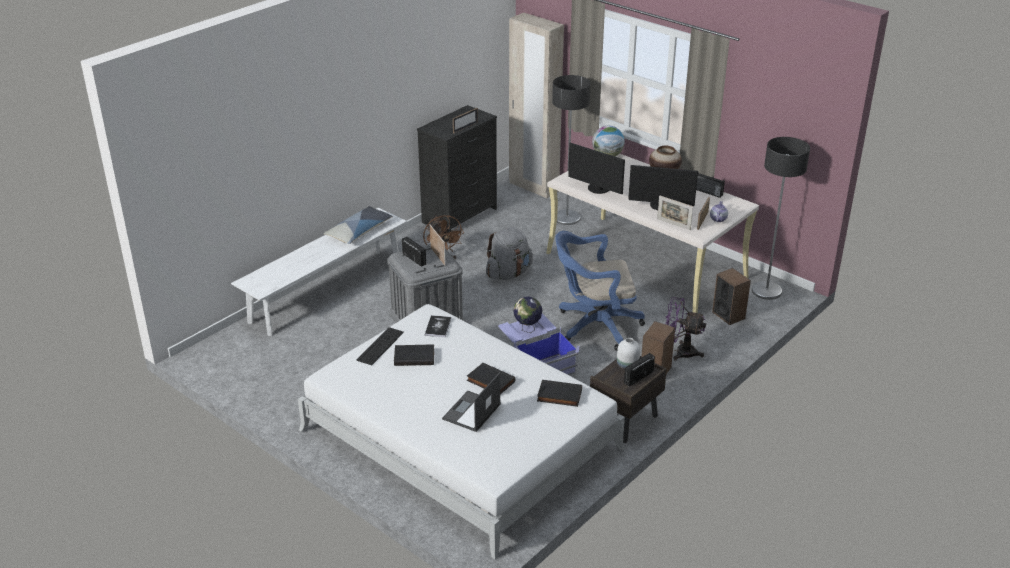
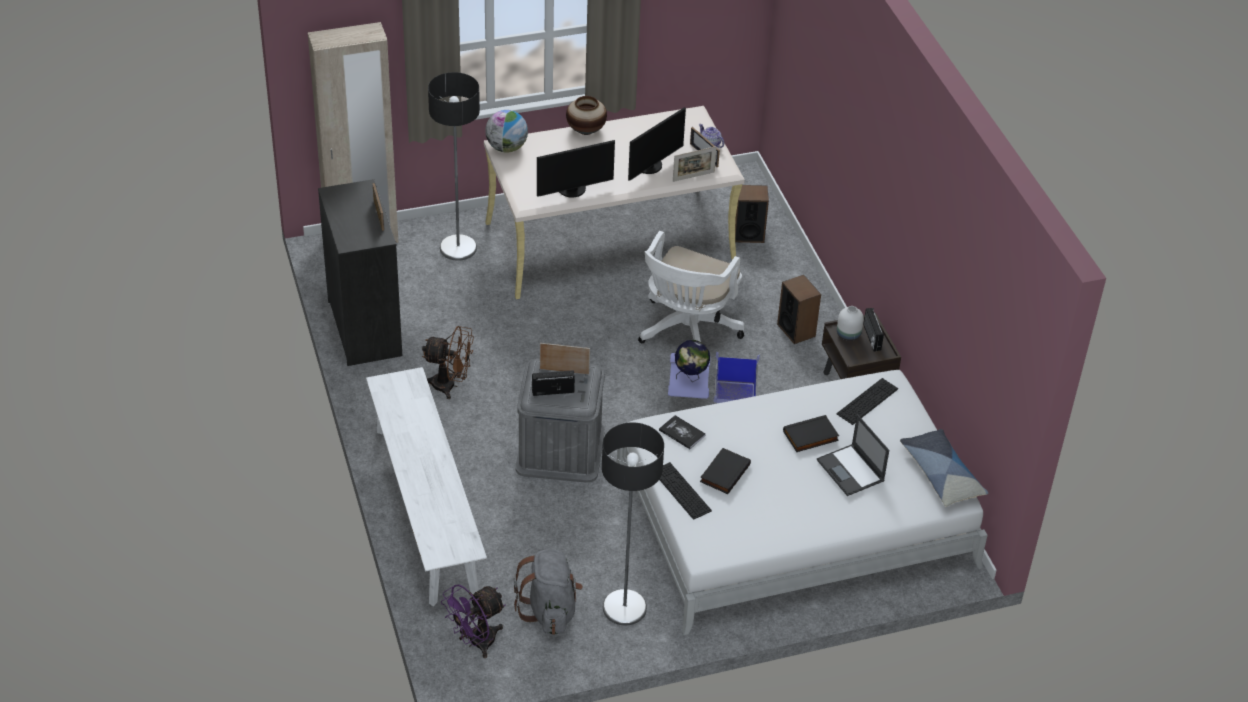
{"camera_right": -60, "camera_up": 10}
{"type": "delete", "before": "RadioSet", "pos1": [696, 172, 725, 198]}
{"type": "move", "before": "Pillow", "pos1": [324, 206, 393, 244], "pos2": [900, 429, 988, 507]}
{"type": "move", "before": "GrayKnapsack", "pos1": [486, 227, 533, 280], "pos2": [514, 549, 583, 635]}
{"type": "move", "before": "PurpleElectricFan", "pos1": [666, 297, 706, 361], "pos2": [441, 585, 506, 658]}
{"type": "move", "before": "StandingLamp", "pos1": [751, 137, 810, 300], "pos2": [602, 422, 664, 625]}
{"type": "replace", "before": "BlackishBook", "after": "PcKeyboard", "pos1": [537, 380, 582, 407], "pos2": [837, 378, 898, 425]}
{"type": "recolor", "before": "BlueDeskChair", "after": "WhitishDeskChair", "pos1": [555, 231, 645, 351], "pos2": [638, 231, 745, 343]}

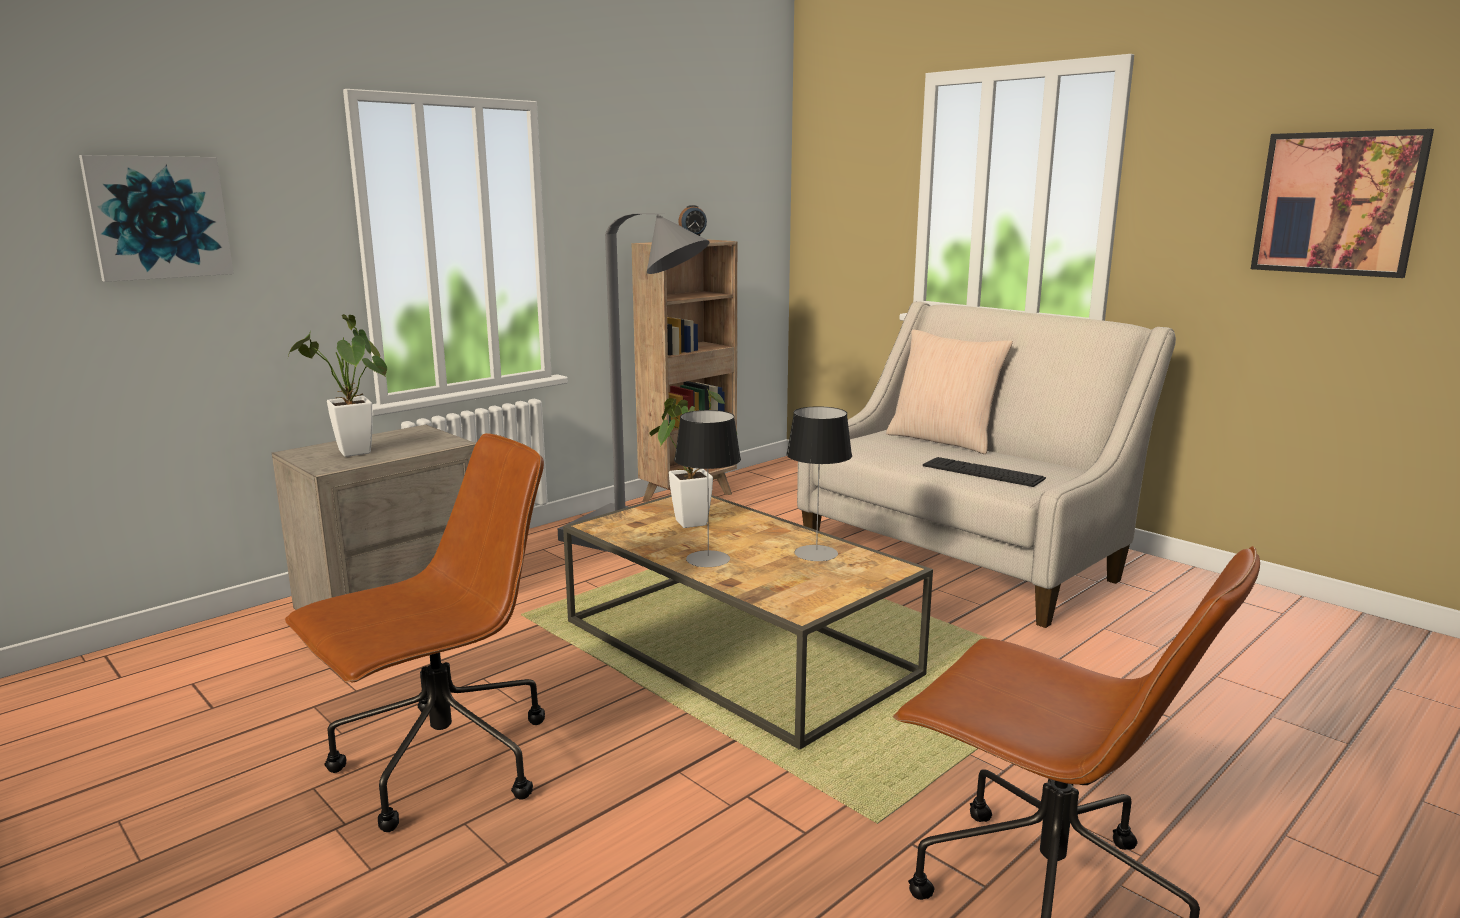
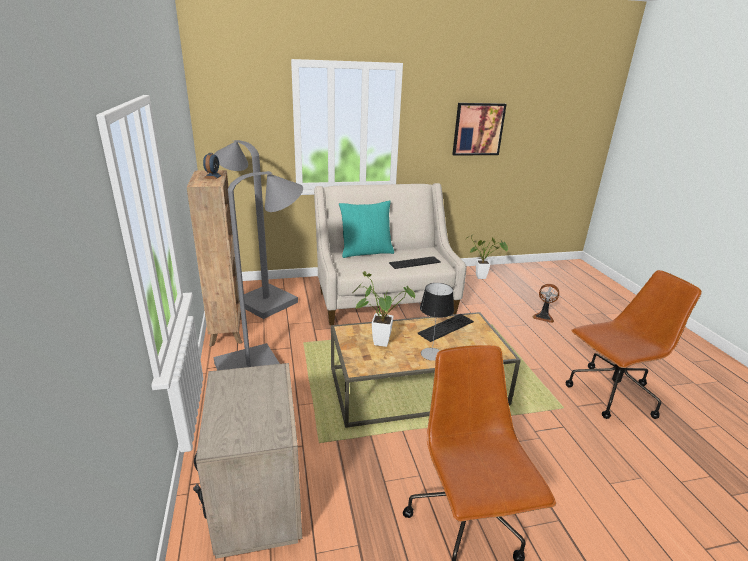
{"camera_right": -60, "camera_up": 10}
{"type": "delete", "before": "WallArt", "pos1": [79, 155, 234, 282]}
{"type": "insert", "after": "GrayStandingLamp", "pos2": [214, 140, 298, 319]}
{"type": "insert", "after": "ElectricFan", "pos2": [532, 284, 559, 323]}
{"type": "move", "before": "PottedPlant", "pos1": [288, 314, 387, 457], "pos2": [466, 235, 508, 279]}
{"type": "replace", "before": "TableLamp", "after": "PcKeyboard", "pos1": [786, 406, 852, 561], "pos2": [418, 314, 474, 342]}
{"type": "recolor", "before": "BeigeColouredPillow", "after": "TurquoisePillow", "pos1": [886, 329, 1013, 454], "pos2": [339, 201, 394, 258]}

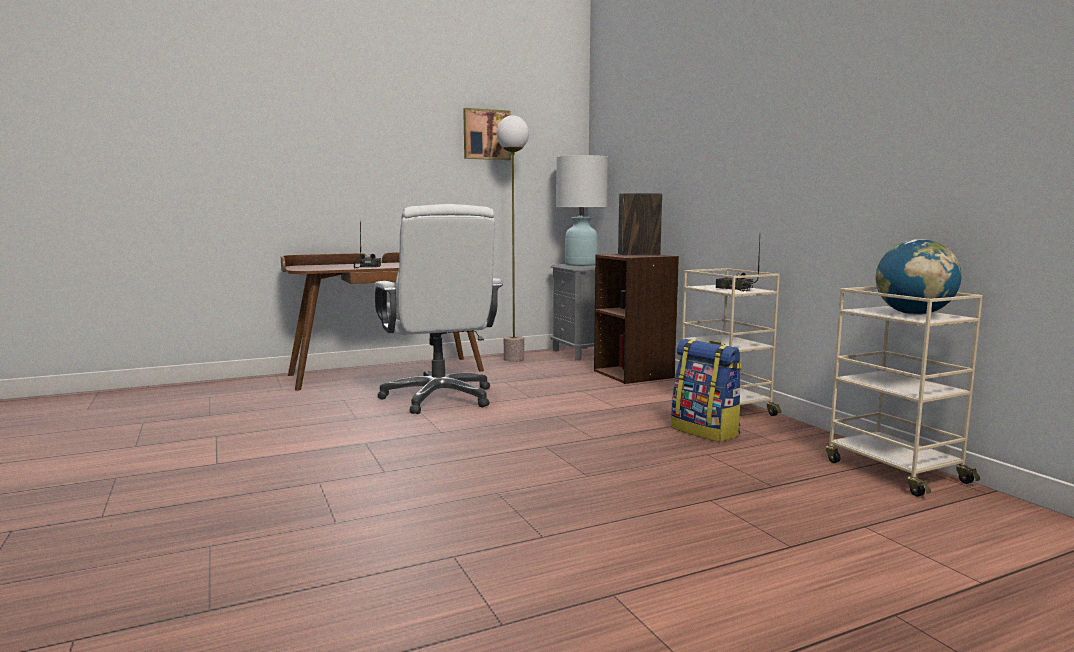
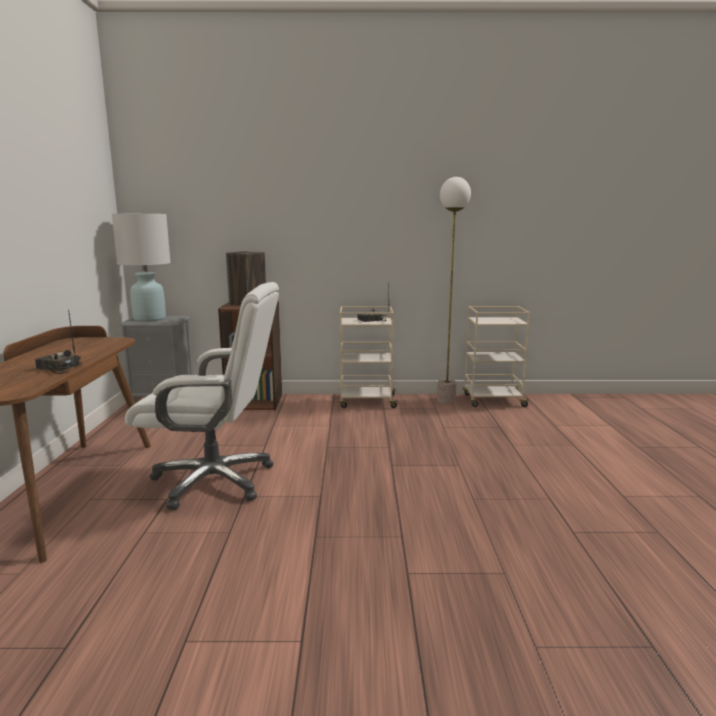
{"camera_right": -65, "camera_up": 5}
{"type": "delete", "before": "WallArt", "pos1": [463, 108, 511, 160]}
{"type": "delete", "before": "Knapsack", "pos1": [671, 339, 742, 442]}
{"type": "delete", "before": "WorldGlobe", "pos1": [876, 239, 962, 315]}
{"type": "move", "before": "StandingLamp", "pos1": [496, 115, 529, 362], "pos2": [437, 177, 471, 404]}

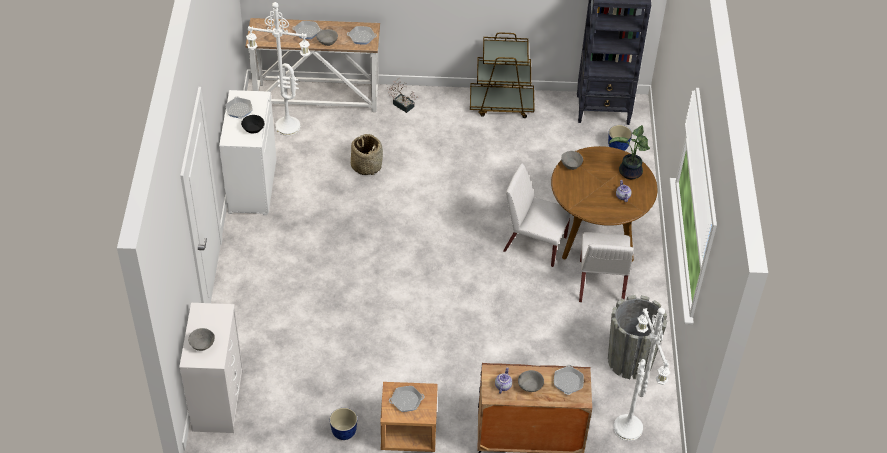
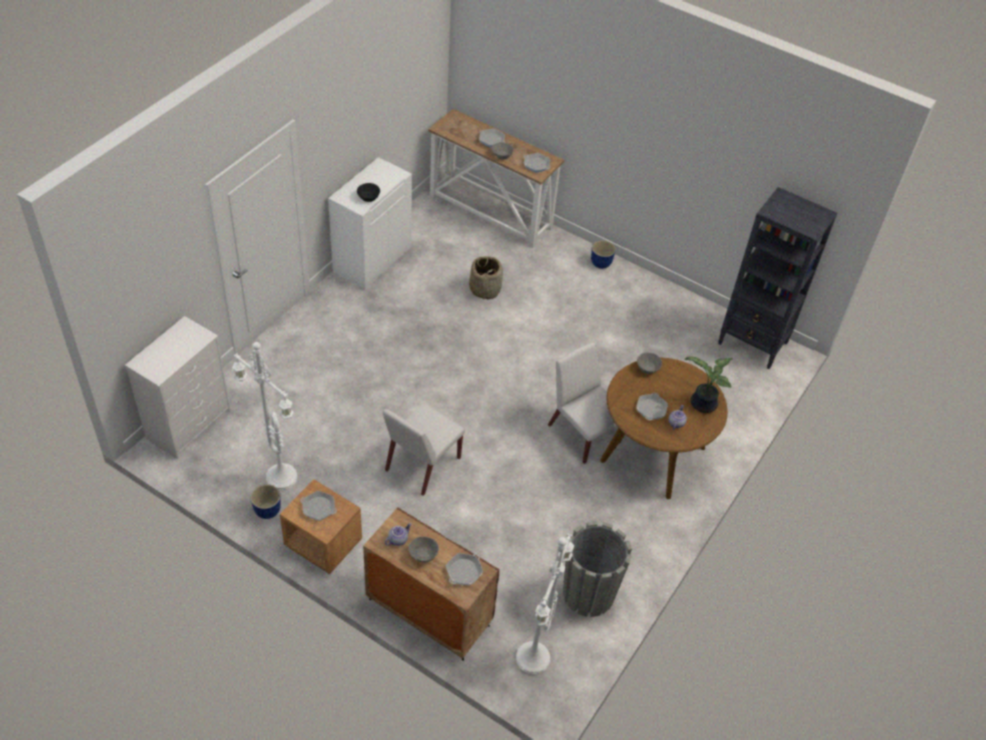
{"camera_right": 30, "camera_up": 0}
{"type": "delete", "before": "GrayDeepDish", "pos1": [188, 328, 215, 351]}
{"type": "delete", "before": "PottedPlant", "pos1": [387, 78, 418, 113]}
{"type": "delete", "before": "BrownColouredTrolley", "pos1": [470, 32, 534, 118]}
{"type": "move", "before": "FryingPan", "pos1": [226, 97, 253, 119], "pos2": [636, 393, 668, 420]}
{"type": "move", "before": "WhitishStandingLamp", "pos1": [246, 2, 310, 136], "pos2": [232, 342, 297, 490]}
{"type": "move", "before": "WhitishUprightChair", "pos1": [579, 232, 634, 302], "pos2": [383, 403, 465, 496]}
{"type": "move", "before": "PlantPot", "pos1": [608, 125, 632, 151], "pos2": [591, 240, 616, 269]}

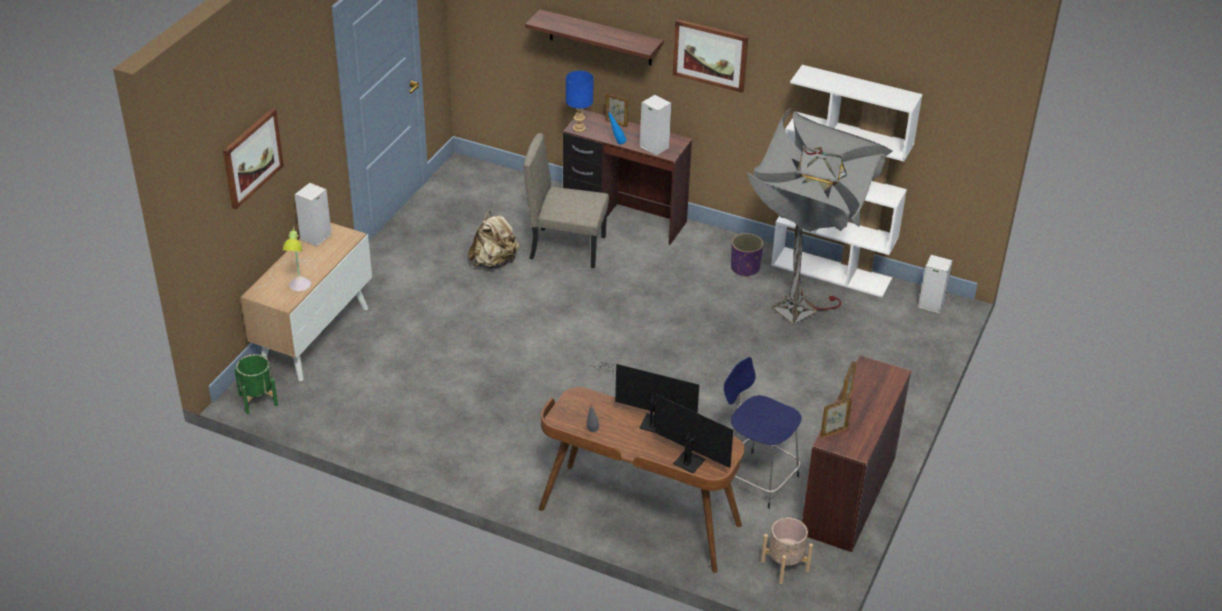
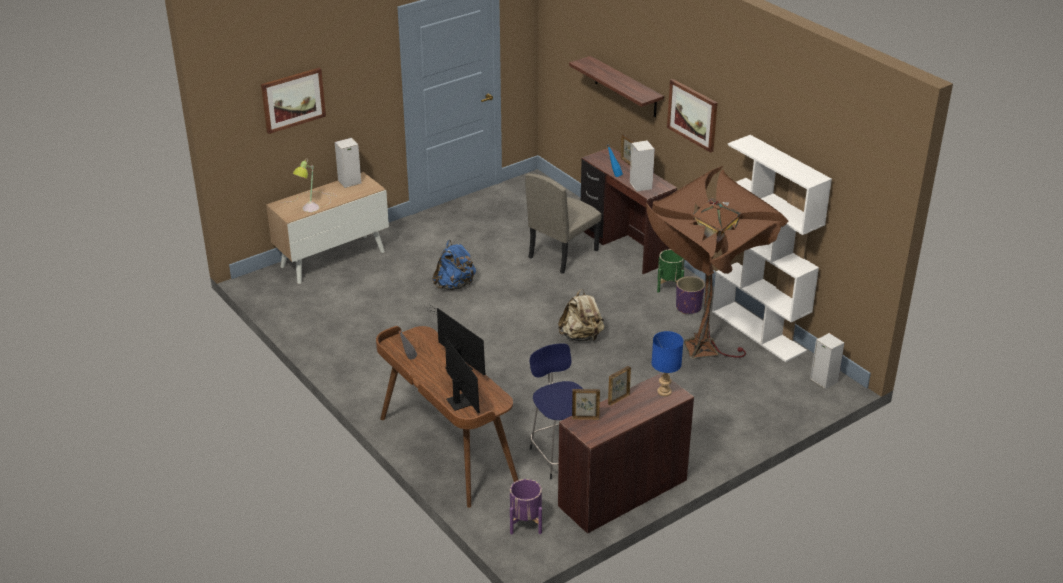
{"camera_right": 30, "camera_up": -5}
{"type": "insert", "after": "BlueKnapsack", "pos2": [432, 240, 476, 290]}
{"type": "move", "before": "GreenPlantPot", "pos1": [234, 354, 278, 414], "pos2": [657, 249, 685, 293]}
{"type": "move", "before": "BeigeColouredKnapsack", "pos1": [468, 211, 519, 269], "pos2": [558, 289, 604, 342]}
{"type": "move", "before": "BlueTableLamp", "pos1": [566, 71, 594, 132], "pos2": [652, 331, 683, 396]}
{"type": "recolor", "before": "GrayStandingLamp", "after": "BrownColouredStandingLamp", "pos1": [747, 107, 893, 324], "pos2": [646, 166, 788, 359]}
{"type": "recolor", "before": "BeigeColouredPlantPot", "after": "PurplePlantPot", "pos1": [761, 518, 813, 584], "pos2": [510, 479, 542, 534]}
{"type": "rotate", "before": "BeigeColouredUprightChair", "pos1": [523, 133, 609, 268], "pos2": [525, 173, 602, 274], "turn": -90}

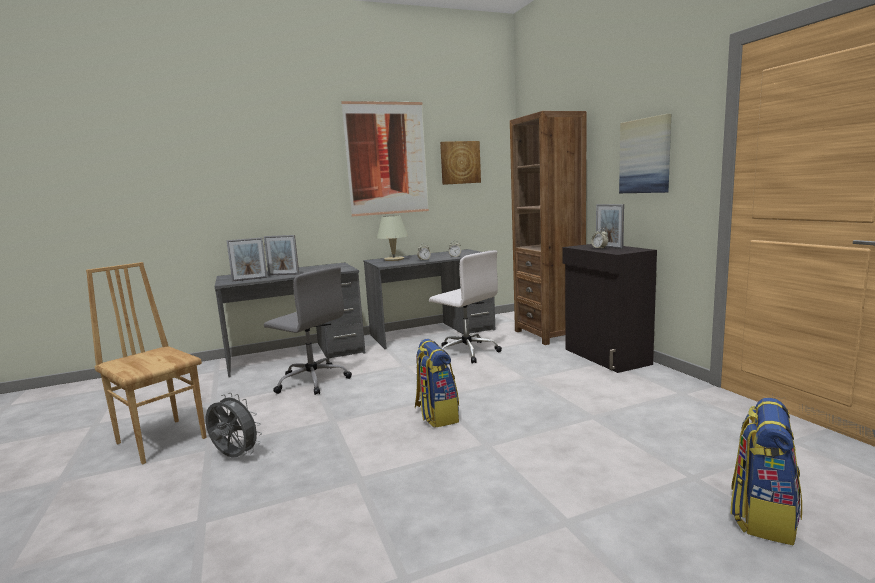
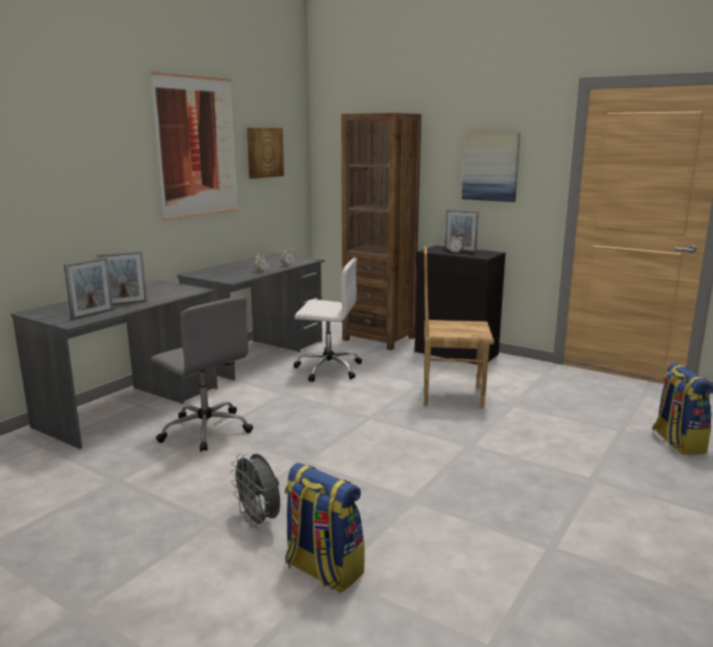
{"camera_right": -35, "camera_up": 5}
{"type": "delete", "before": "BeigeColouredTableLamp", "pos1": [377, 215, 408, 261]}
{"type": "move", "before": "BrownColouredUprightChair", "pos1": [86, 262, 207, 464], "pos2": [424, 246, 494, 408]}
{"type": "move", "before": "Knapsack", "pos1": [415, 339, 459, 427], "pos2": [285, 463, 364, 593]}
{"type": "rotate", "before": "GrayElectricFan", "pos1": [205, 393, 262, 458], "pos2": [230, 453, 280, 529], "turn": -120}
{"type": "rotate", "before": "GrayDeskChair", "pos1": [264, 266, 352, 395], "pos2": [151, 297, 253, 452], "turn": 45}

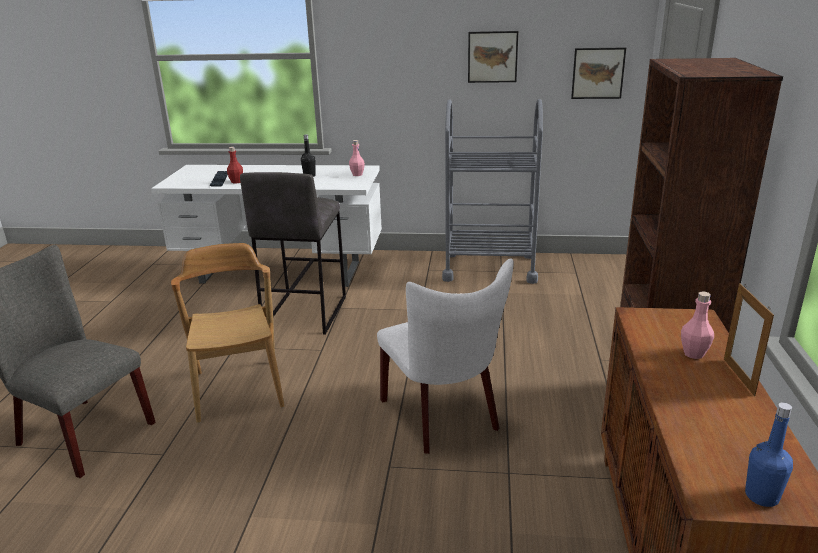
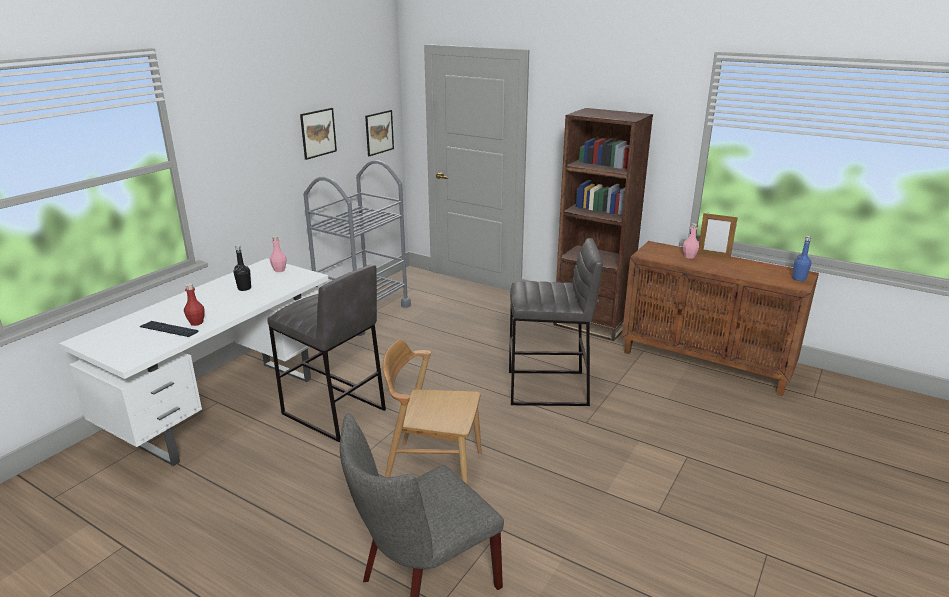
{"camera_right": -65, "camera_up": 0}
{"type": "replace", "before": "WhitishUprightChair", "after": "GrayStool", "pos1": [377, 258, 514, 454], "pos2": [509, 238, 603, 406]}

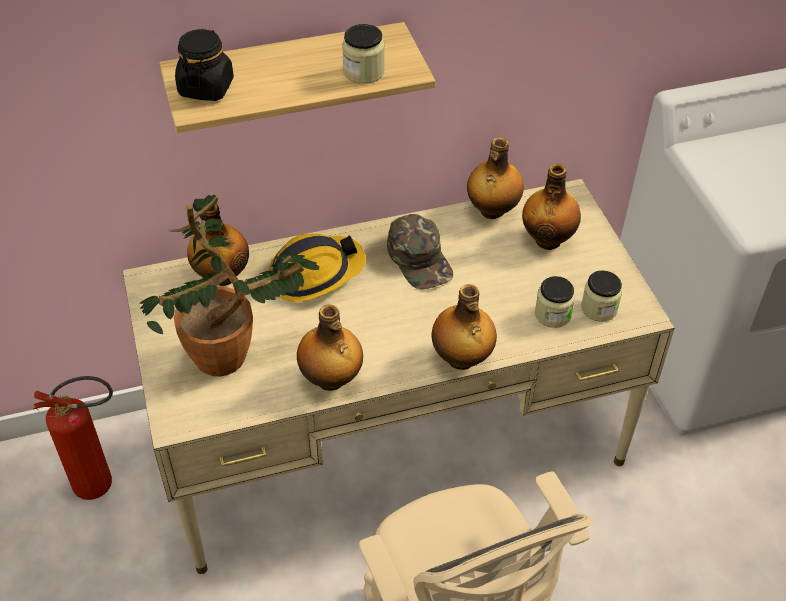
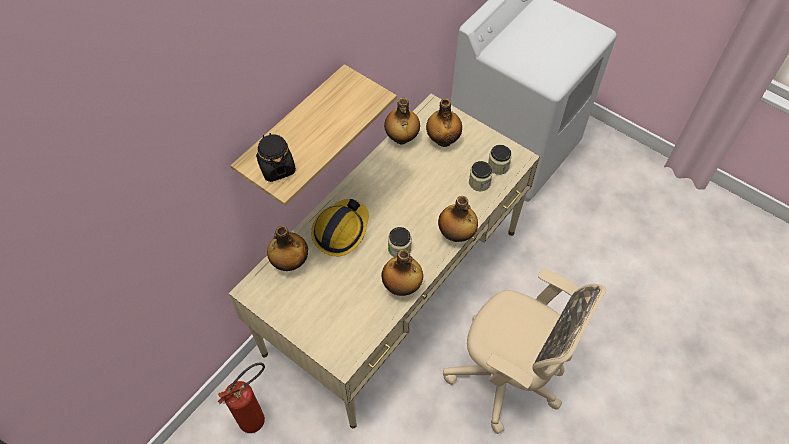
{"camera_right": -35, "camera_up": 10}
{"type": "delete", "before": "PottedPlant", "pos1": [139, 195, 319, 376]}
{"type": "delete", "before": "GreenPeakedCap", "pos1": [387, 214, 453, 289]}
{"type": "move", "before": "Jar", "pos1": [342, 24, 385, 84], "pos2": [388, 227, 412, 257]}

